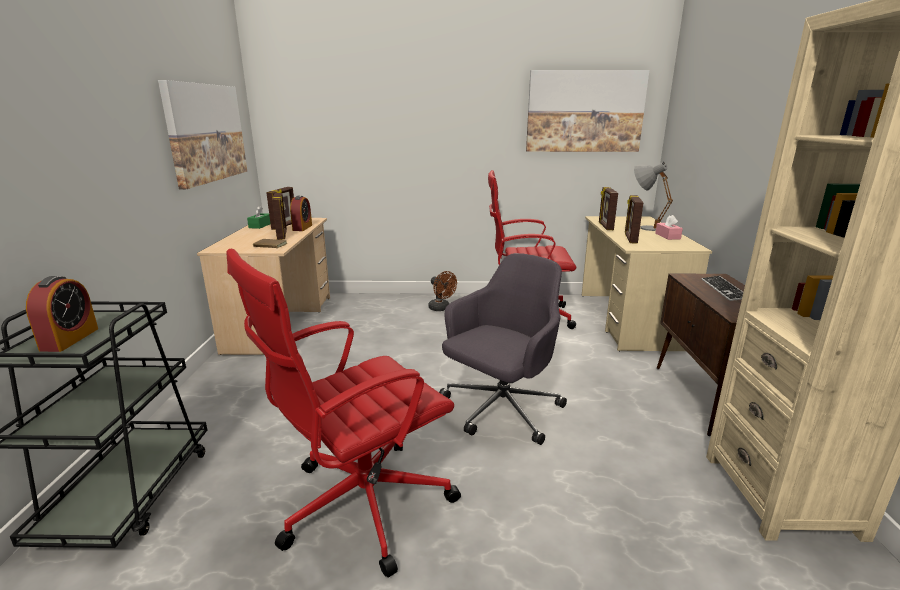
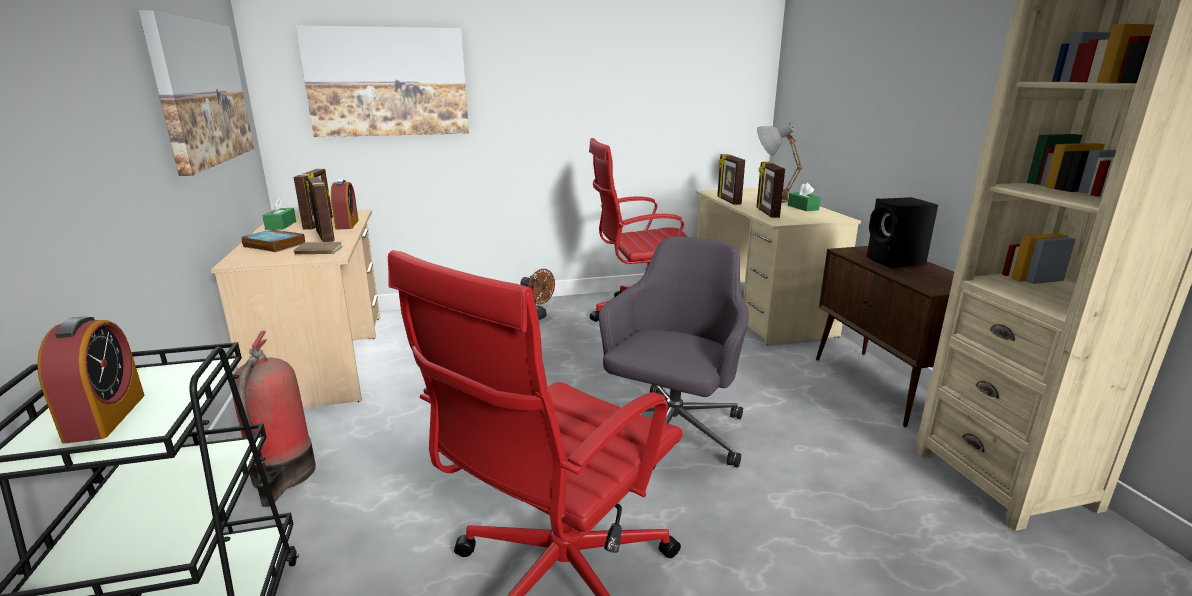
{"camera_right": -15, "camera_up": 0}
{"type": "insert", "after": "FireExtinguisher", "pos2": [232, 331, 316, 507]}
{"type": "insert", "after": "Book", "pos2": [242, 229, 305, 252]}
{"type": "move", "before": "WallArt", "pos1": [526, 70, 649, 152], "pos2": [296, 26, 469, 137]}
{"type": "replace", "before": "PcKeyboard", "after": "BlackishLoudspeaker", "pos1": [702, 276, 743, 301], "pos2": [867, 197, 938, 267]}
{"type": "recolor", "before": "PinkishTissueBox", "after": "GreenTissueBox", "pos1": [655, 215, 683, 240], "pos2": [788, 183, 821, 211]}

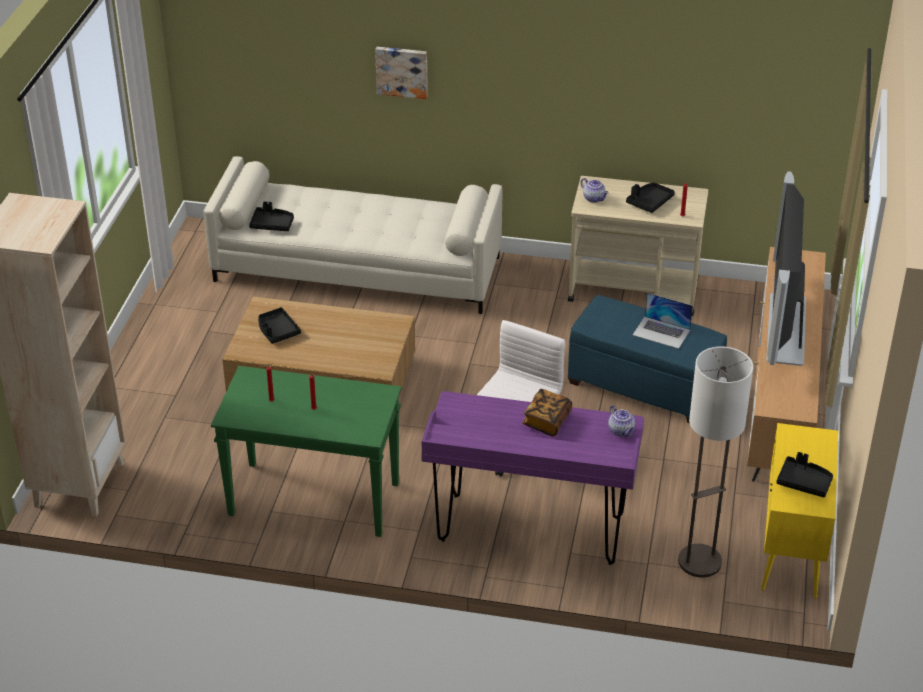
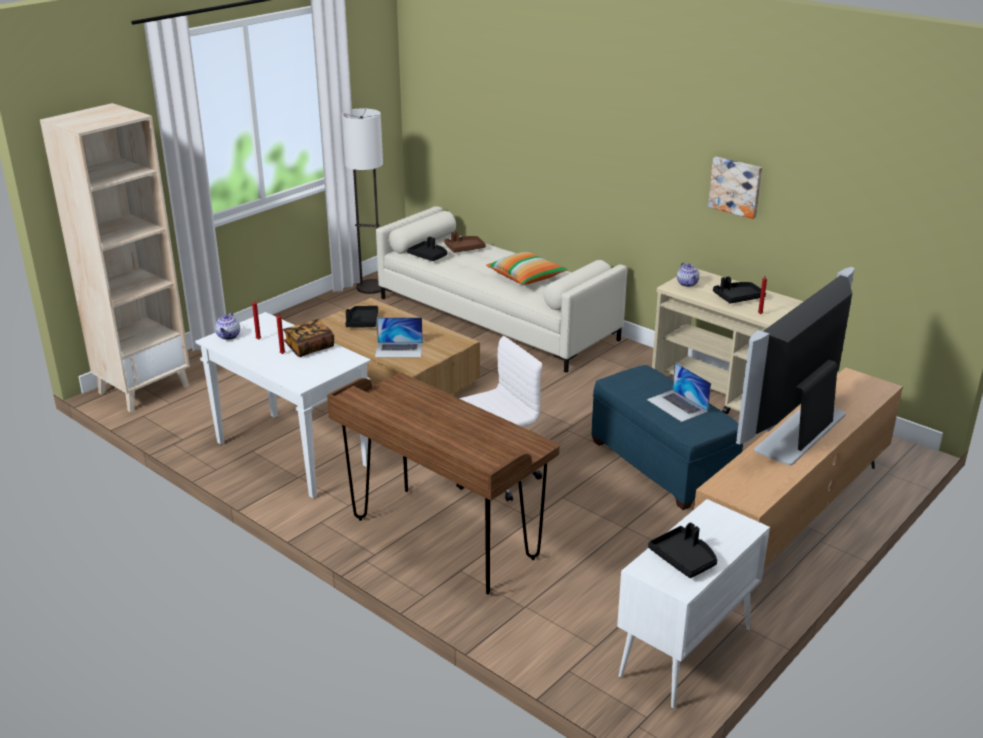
{"camera_right": 30, "camera_up": -10}
{"type": "insert", "after": "NotebookComputer", "pos2": [375, 317, 423, 357]}
{"type": "insert", "after": "BrownColouredServingTray", "pos2": [444, 231, 486, 253]}
{"type": "insert", "after": "Pillow", "pos2": [486, 251, 568, 285]}
{"type": "move", "before": "WallArt", "pos1": [375, 47, 428, 99], "pos2": [708, 157, 762, 219]}
{"type": "move", "before": "Book", "pos1": [522, 389, 572, 436], "pos2": [283, 319, 334, 357]}
{"type": "move", "before": "TeaPot", "pos1": [608, 405, 635, 437], "pos2": [215, 312, 240, 340]}
{"type": "move", "before": "StandingLamp", "pos1": [678, 346, 753, 578], "pos2": [342, 108, 383, 294]}
{"type": "recolor", "before": "GreenConsoleTable", "after": "WhitishConsoleTable", "pos1": [211, 366, 402, 537], "pos2": [195, 312, 371, 498]}
{"type": "recolor", "before": "PurpleDeskUnit", "after": "BrownColouredDeskUnit", "pos1": [421, 391, 644, 565], "pos2": [327, 373, 560, 594]}
{"type": "recolor", "before": "YellowishCupboard", "after": "WhitishCupboard", "pos1": [761, 423, 838, 598], "pos2": [617, 499, 770, 708]}

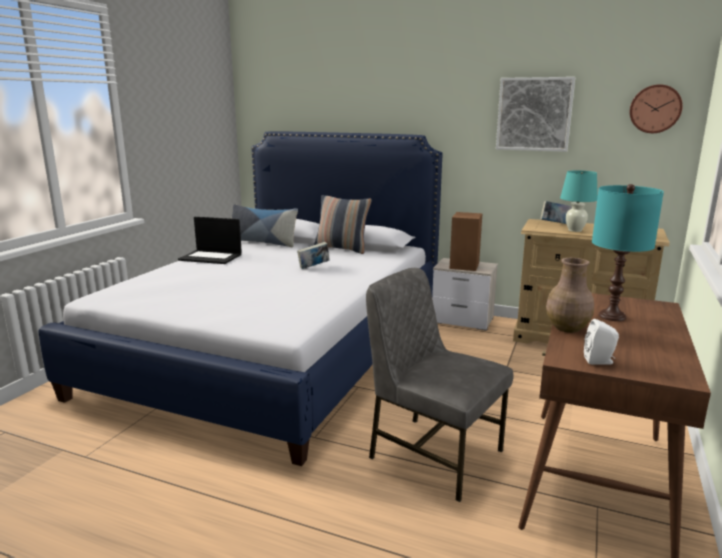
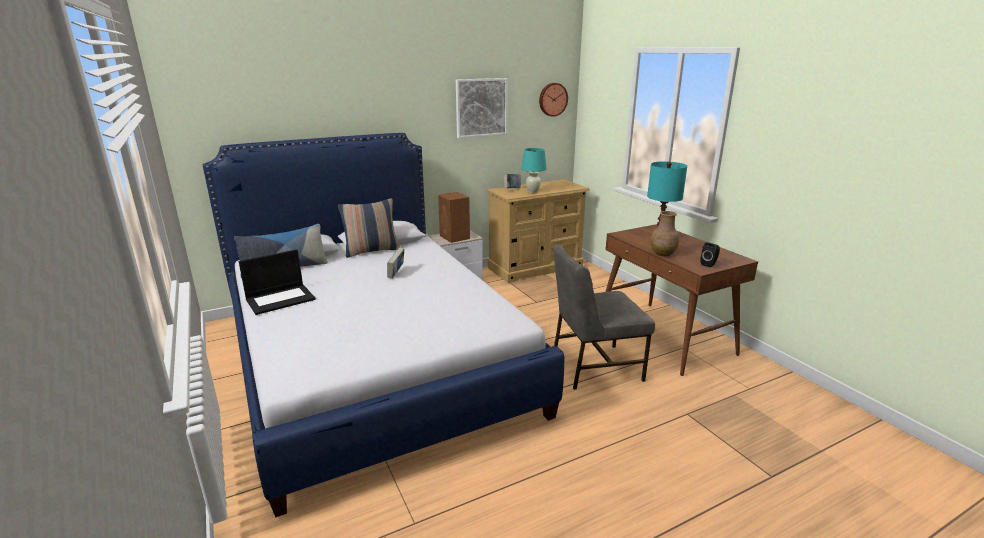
{"camera_right": -50, "camera_up": 5}
{"type": "recolor", "before": "WhitishLoudspeaker", "after": "BlackishLoudspeaker", "pos1": [584, 319, 619, 365], "pos2": [700, 242, 720, 268]}

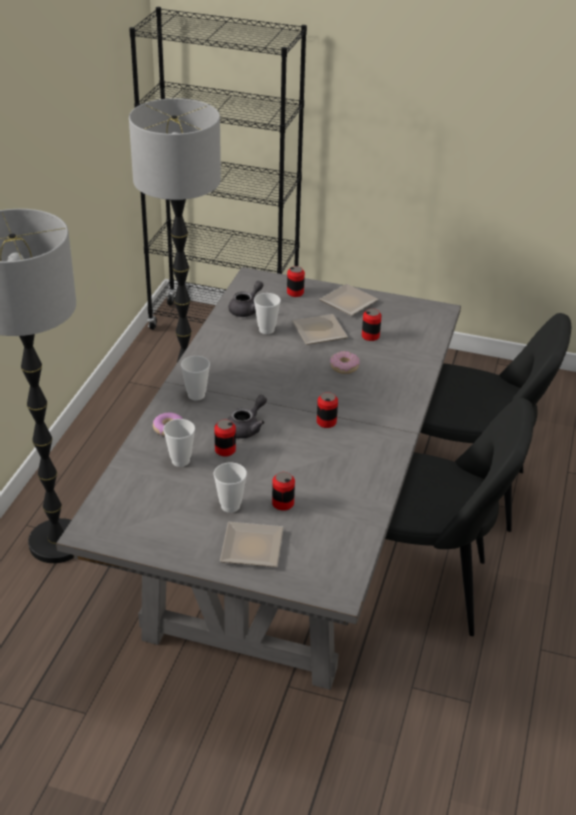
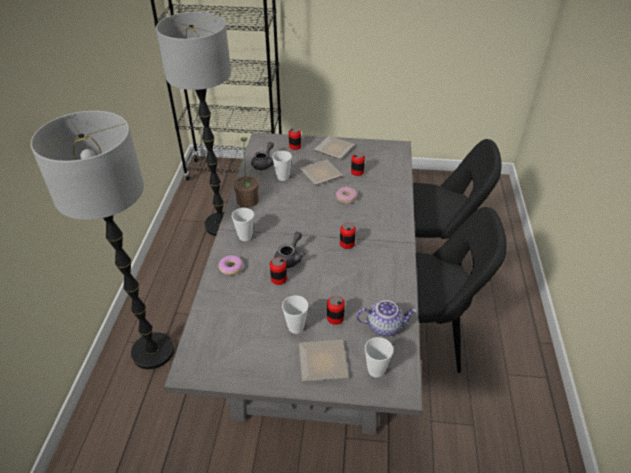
{"camera_right": -10, "camera_up": 5}
{"type": "insert", "after": "PottedPlant", "pos2": [233, 137, 259, 208]}
{"type": "insert", "after": "TeaPot", "pos2": [356, 300, 417, 336]}
{"type": "move", "before": "Cup", "pos1": [163, 419, 195, 467], "pos2": [365, 337, 393, 378]}

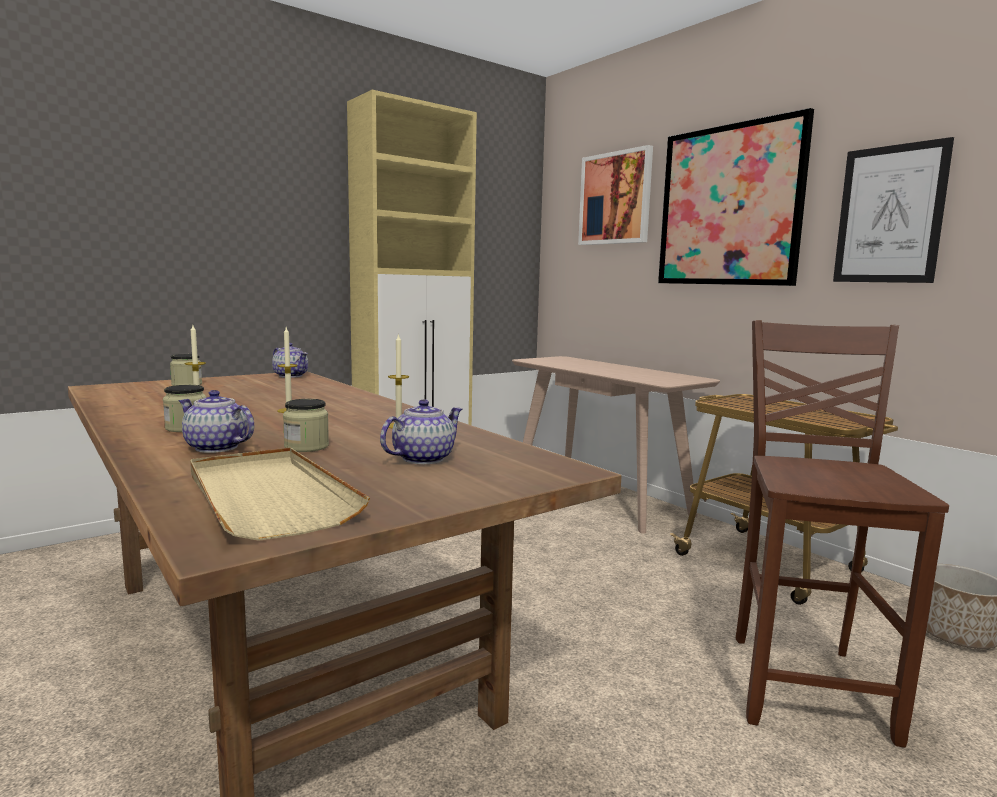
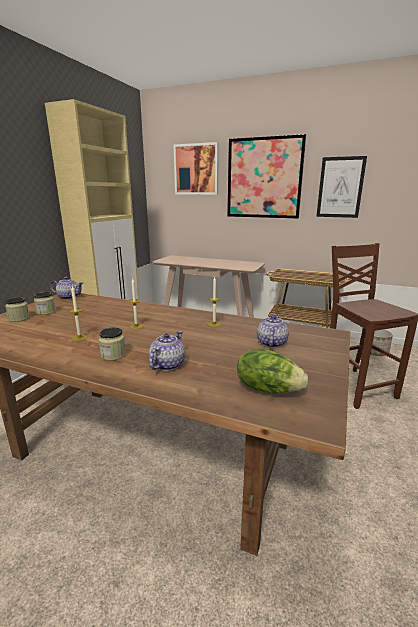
{"camera_right": -30, "camera_up": 10}
{"type": "move", "before": "Jar", "pos1": [283, 399, 329, 452], "pos2": [34, 292, 56, 315]}
{"type": "replace", "before": "BeigeColouredServingTray", "after": "HeadOfLettuce", "pos1": [190, 448, 370, 541], "pos2": [237, 349, 308, 394]}
{"type": "rotate", "before": "TeaPot", "pos1": [178, 390, 254, 453], "pos2": [149, 331, 185, 371], "turn": 120}

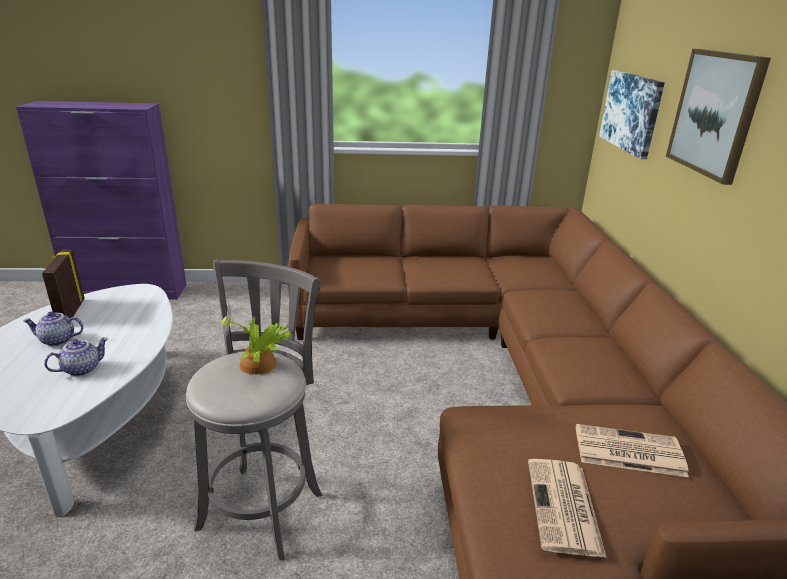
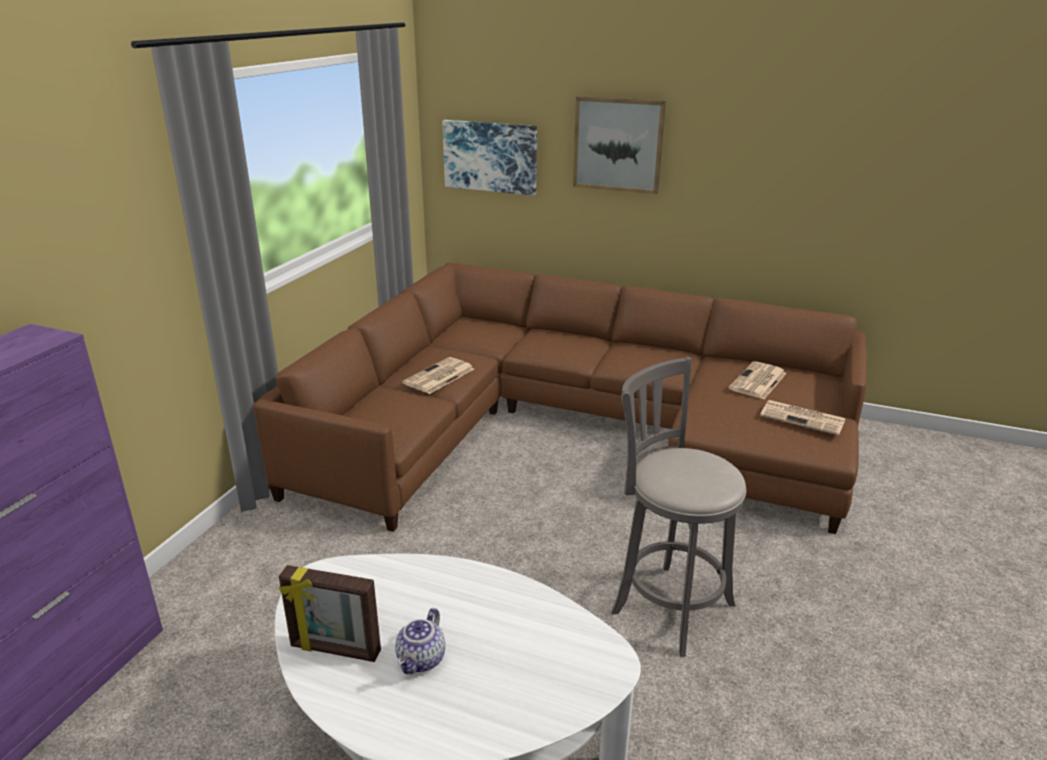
{"camera_right": -65, "camera_up": 0}
{"type": "delete", "before": "TeaPot", "pos1": [44, 337, 109, 376]}
{"type": "delete", "before": "PottedPlant", "pos1": [222, 305, 292, 375]}
{"type": "insert", "after": "PrintedPaper", "pos2": [402, 357, 474, 394]}

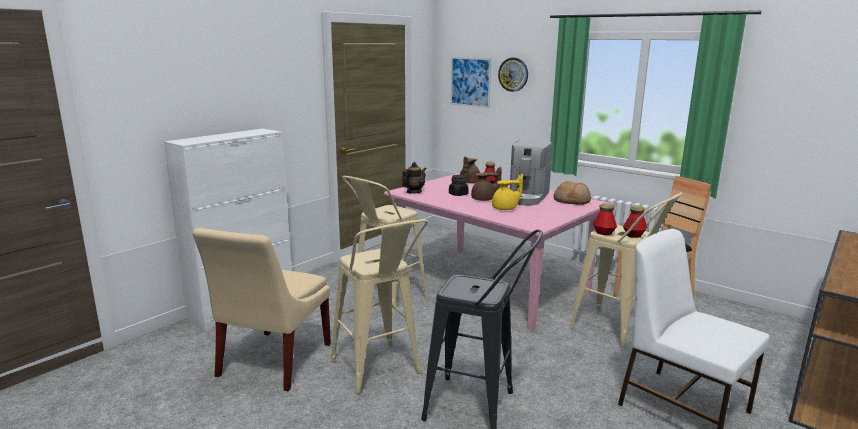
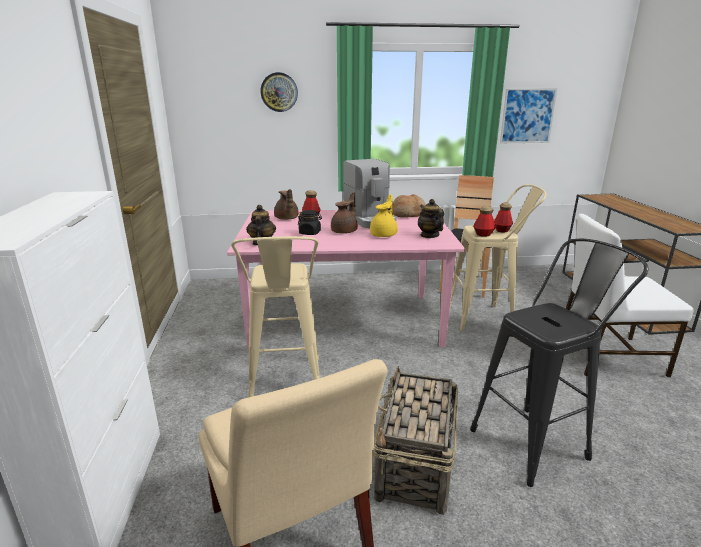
{"camera_right": -45, "camera_up": 5}
{"type": "insert", "after": "TeaPot", "pos2": [418, 199, 444, 238]}
{"type": "move", "before": "WallArt", "pos1": [450, 57, 492, 108], "pos2": [500, 88, 557, 143]}
{"type": "replace", "before": "BeigeColouredStool", "after": "HouseholdBasket", "pos1": [330, 219, 428, 394], "pos2": [374, 366, 458, 515]}

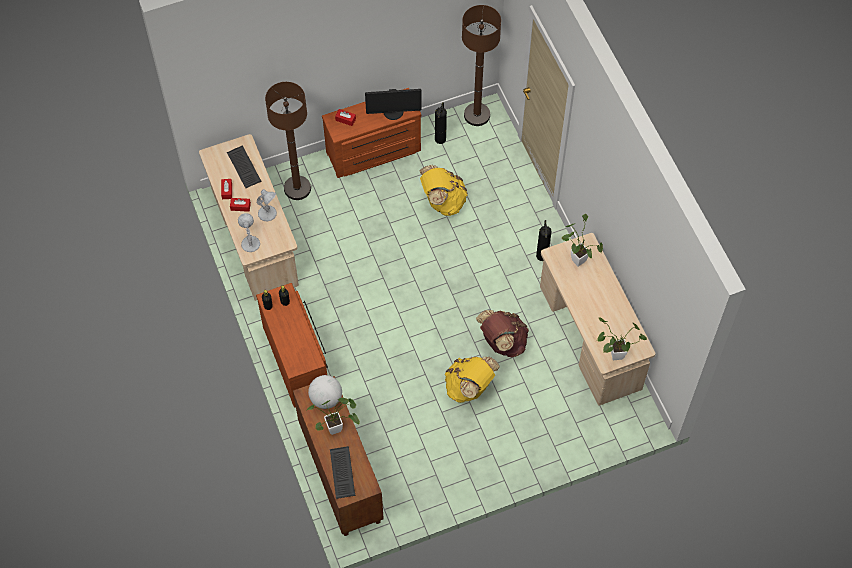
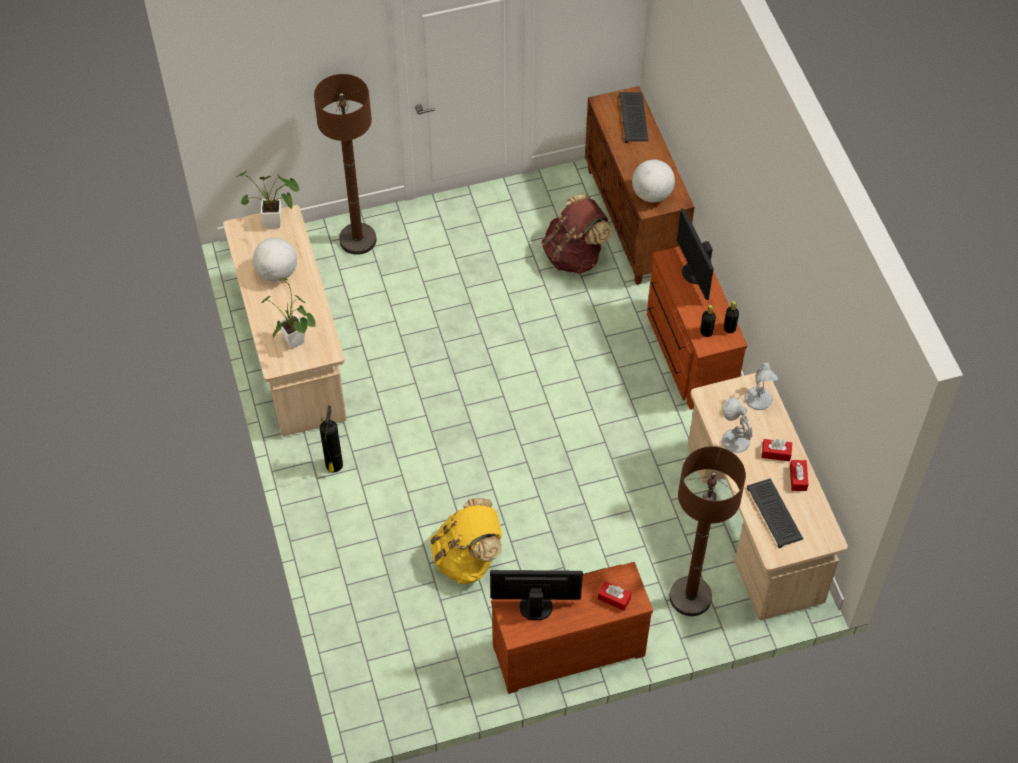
{"camera_right": -175, "camera_up": -5}
{"type": "delete", "before": "PottedPlant", "pos1": [306, 398, 360, 435]}
{"type": "delete", "before": "FireExtinguisher", "pos1": [435, 102, 447, 144]}
{"type": "delete", "before": "YellowishKnapsack", "pos1": [444, 357, 500, 403]}
{"type": "insert", "after": "WorldGlobe", "pos2": [253, 238, 297, 282]}
{"type": "insert", "after": "ComputerDisplay", "pos2": [677, 208, 714, 300]}
{"type": "move", "before": "BrownColouredStandingLamp", "pos1": [462, 5, 501, 126], "pos2": [314, 74, 377, 255]}
{"type": "move", "before": "BrownColouredKnapsack", "pos1": [476, 310, 529, 357], "pos2": [541, 194, 613, 274]}

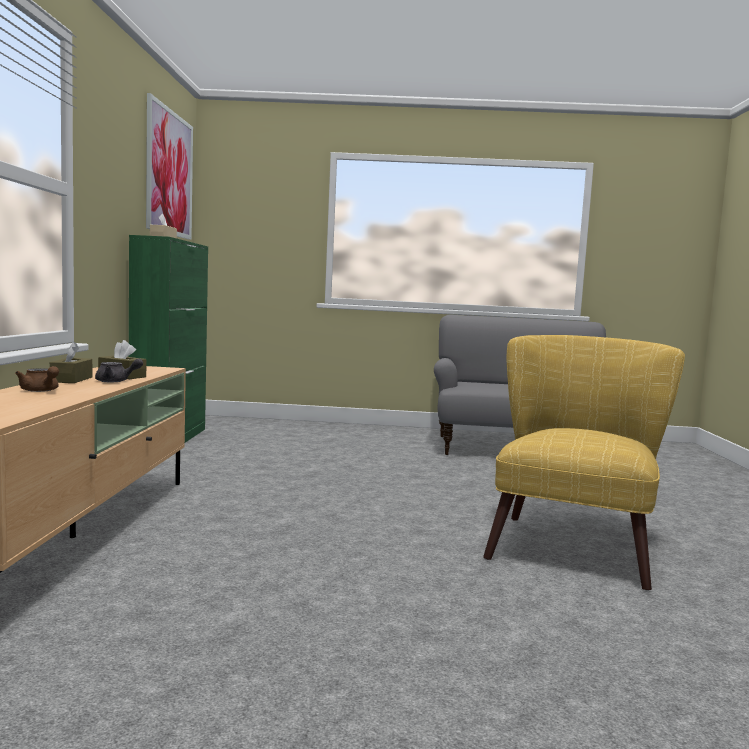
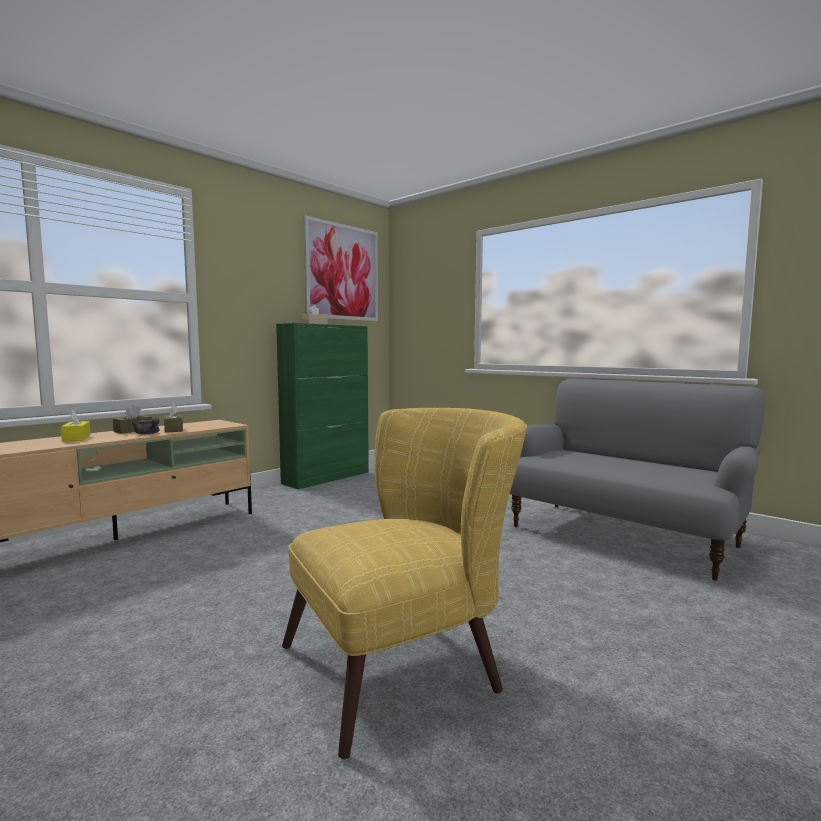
{"camera_right": 40, "camera_up": 0}
{"type": "replace", "before": "BrownColouredTeaPot", "after": "YellowishTissueBox", "pos1": [15, 366, 59, 392], "pos2": [61, 410, 90, 442]}

